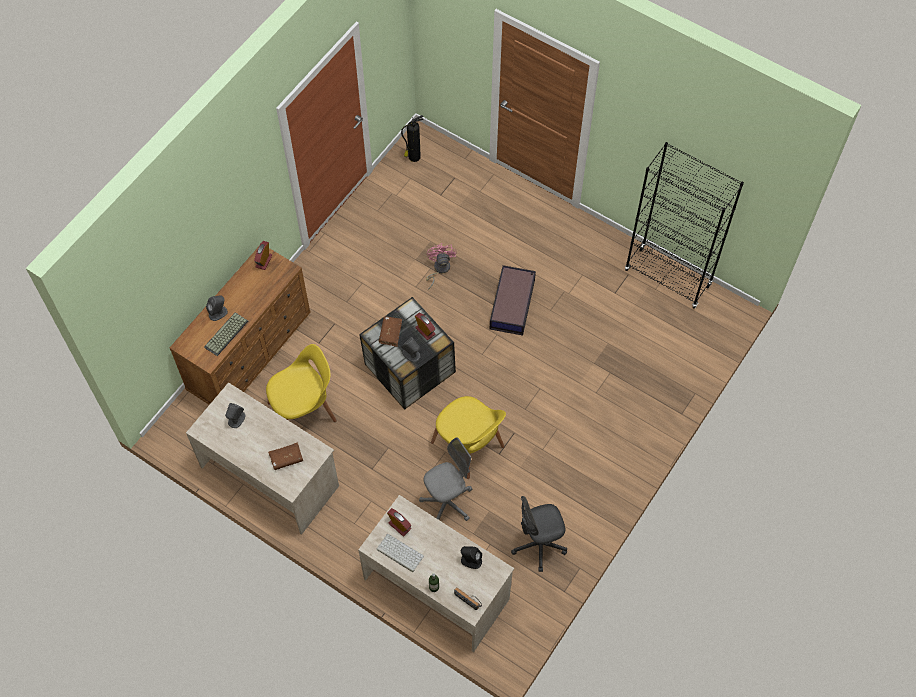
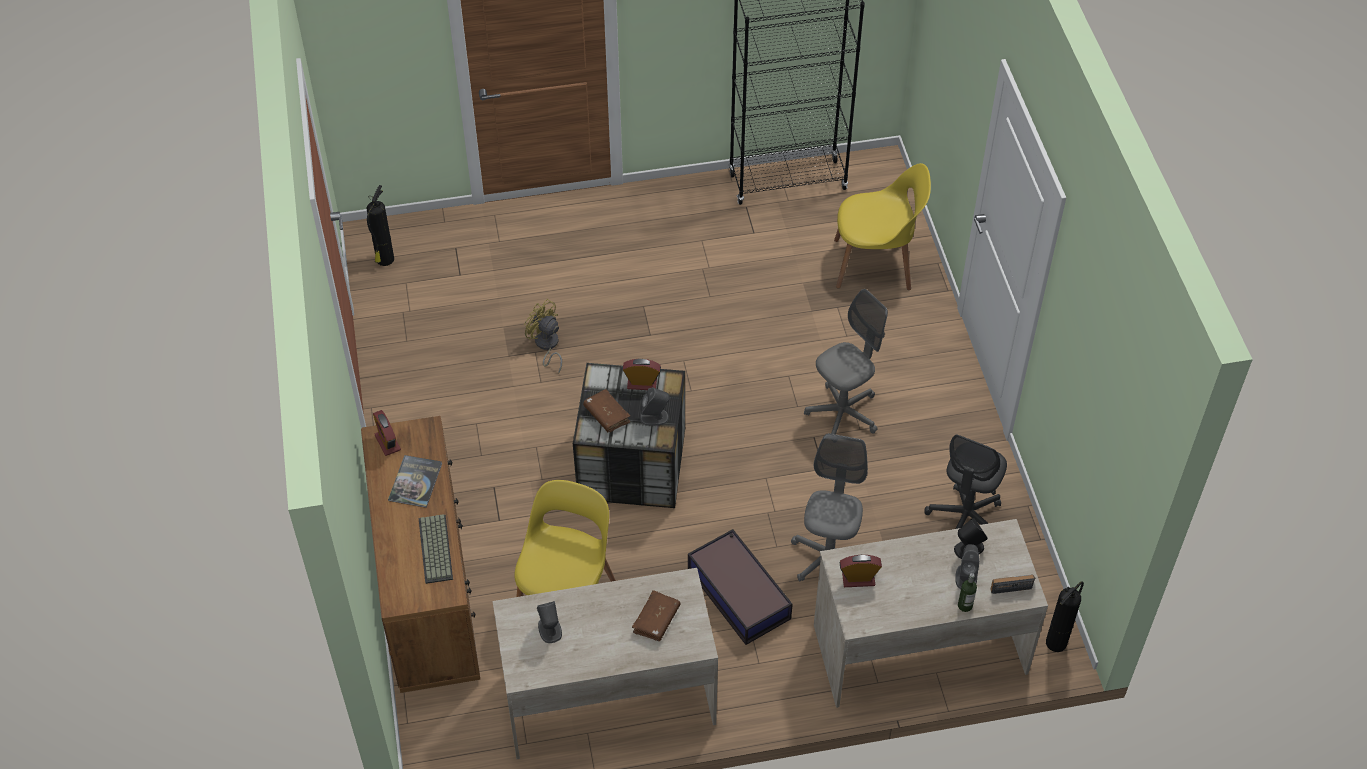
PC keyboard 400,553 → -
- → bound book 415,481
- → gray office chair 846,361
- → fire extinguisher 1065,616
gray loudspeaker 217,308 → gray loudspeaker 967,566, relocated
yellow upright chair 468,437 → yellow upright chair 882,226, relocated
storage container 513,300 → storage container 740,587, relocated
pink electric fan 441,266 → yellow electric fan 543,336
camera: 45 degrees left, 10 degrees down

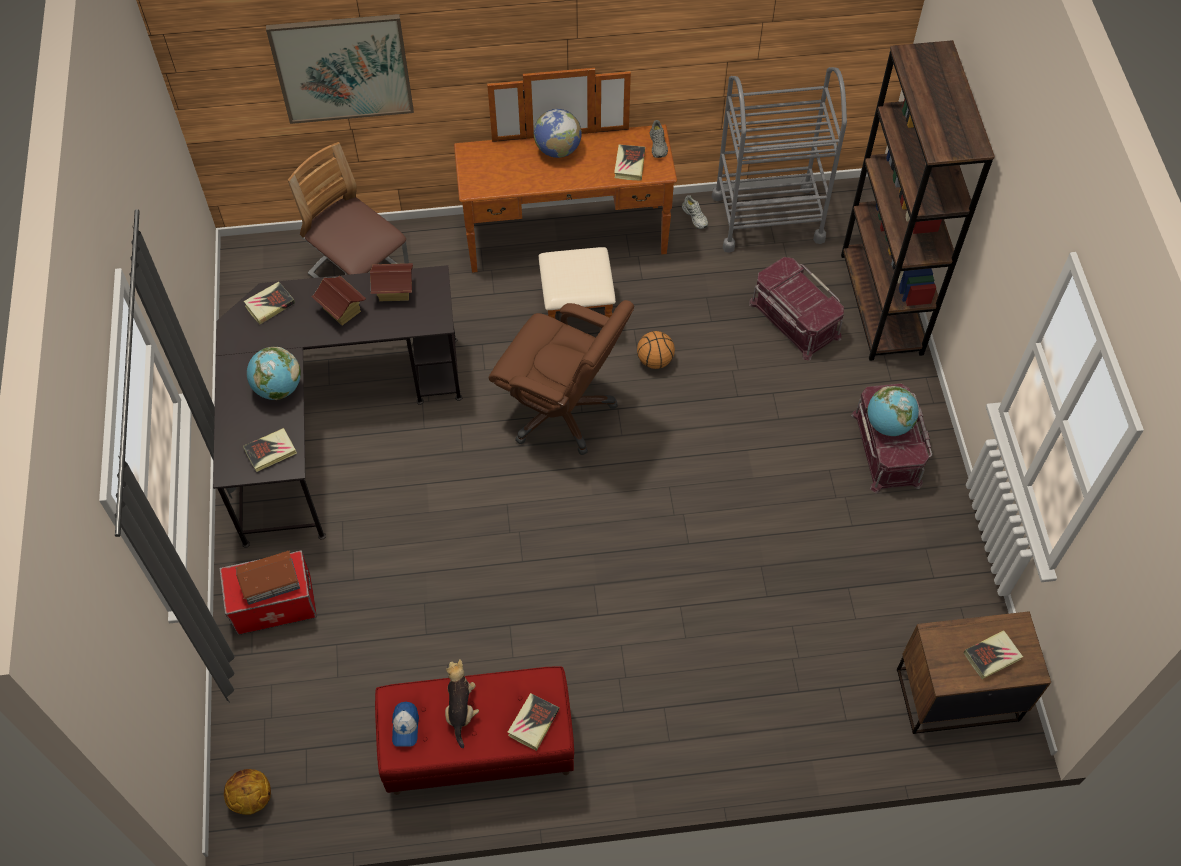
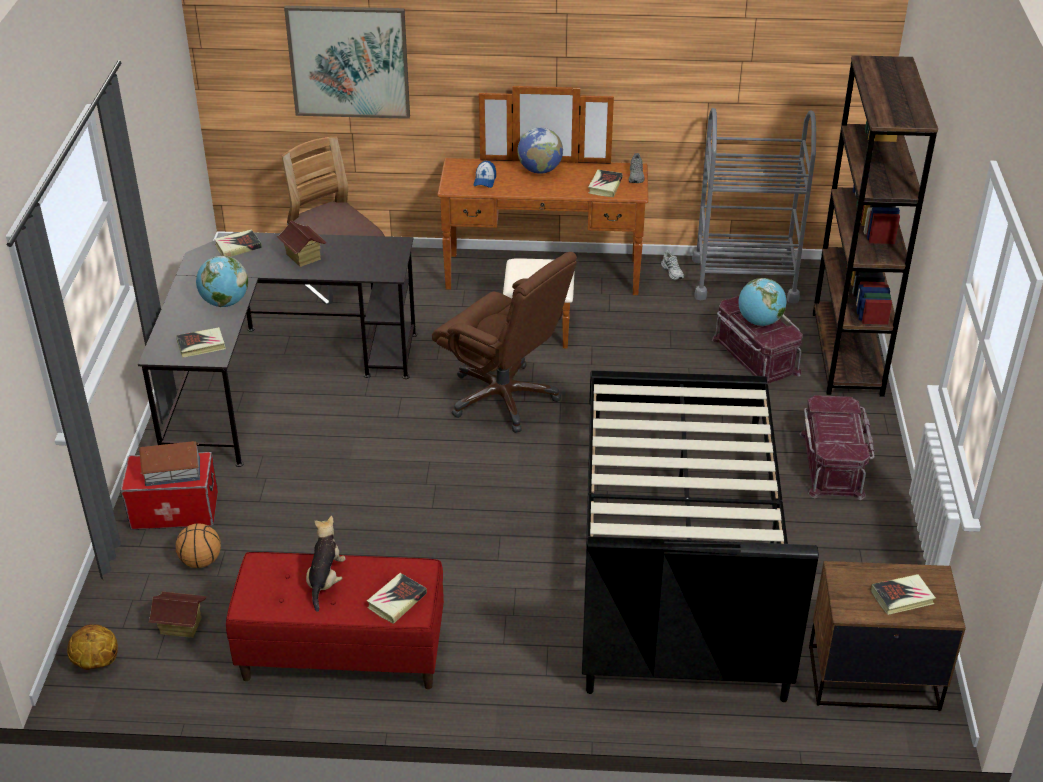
- → black-coloured bedroom bed 700,536
toy house 391,282 → toy house 177,615, relocated
peaked cap 405,724 → peaked cap 484,174, relocated
basketball ball 656,350 → basketball ball 198,546, relocated
globe 893,411 → globe 762,302, relocated
camera: 10 degrees right, 20 degrees down

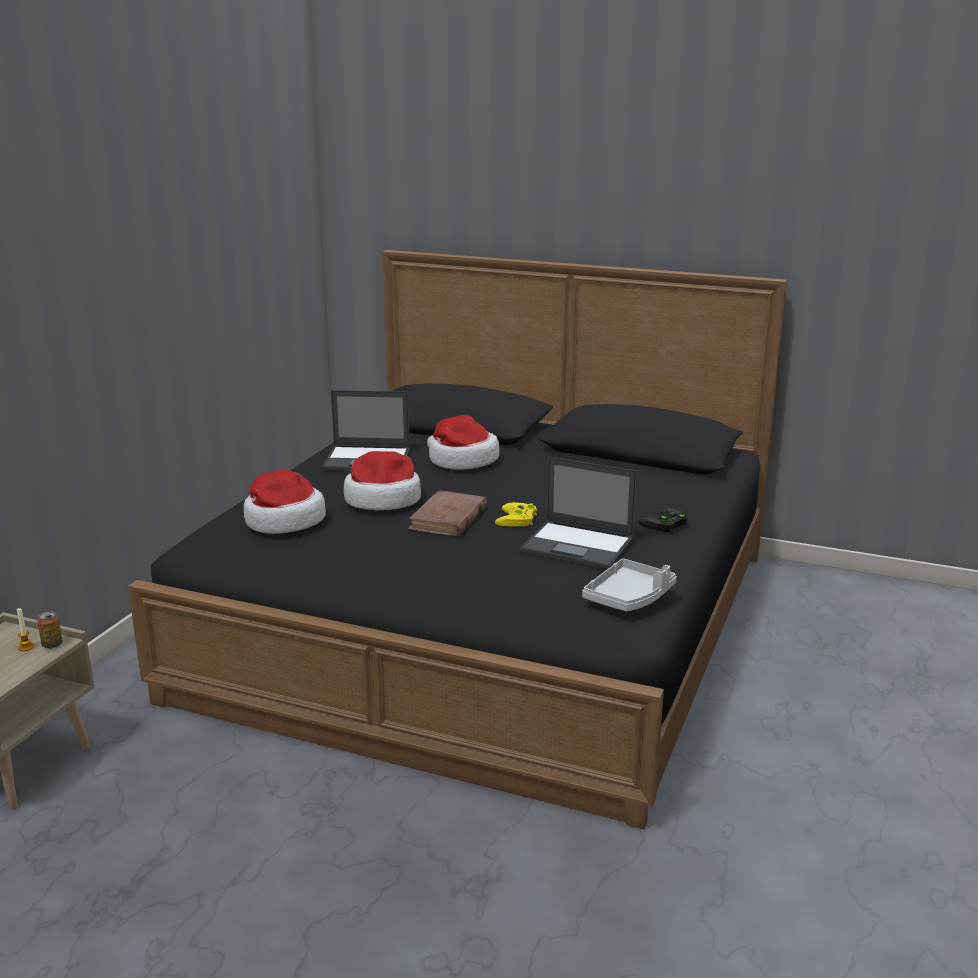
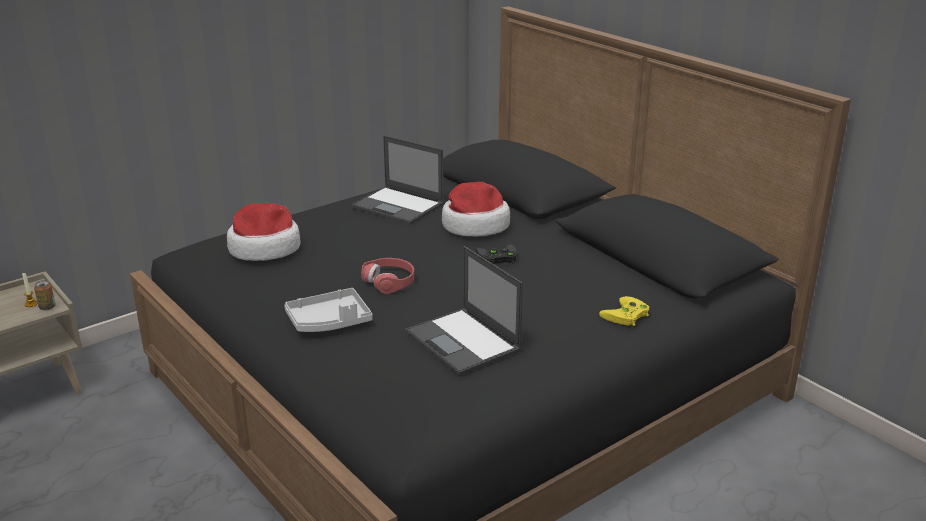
clothing hat 382,480 → -
yellow game controller 516,514 → yellow game controller 624,311, relocated
gray tray 629,585 → gray tray 328,310, relocated
black-coloured game controller 663,520 → black-coloured game controller 496,254, relocated
brown-coloured bound book 447,513 → reddish pair of headphones 387,276
camera: 30 degrees right, 5 degrees up

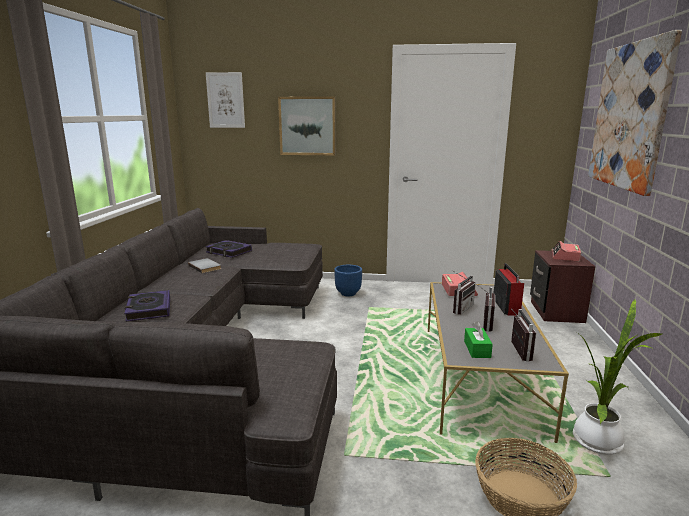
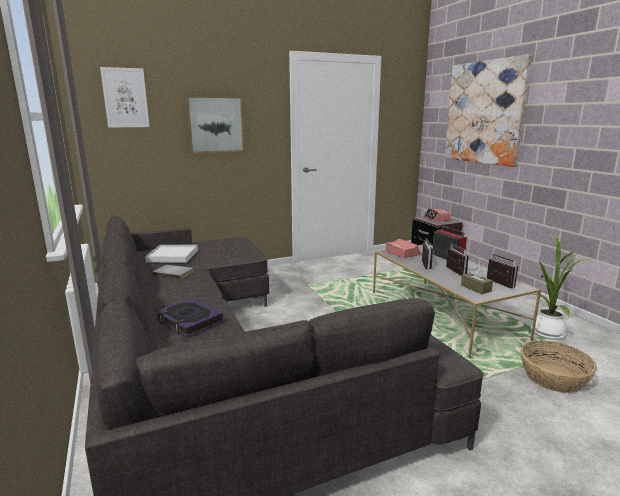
bluish flower pot 348,280 → -
bound book 229,249 → white tray 171,254
greenish box of tissues 478,339 → brown-coloured box of tissues 477,280
camera: 30 degrees left, 0 degrees up

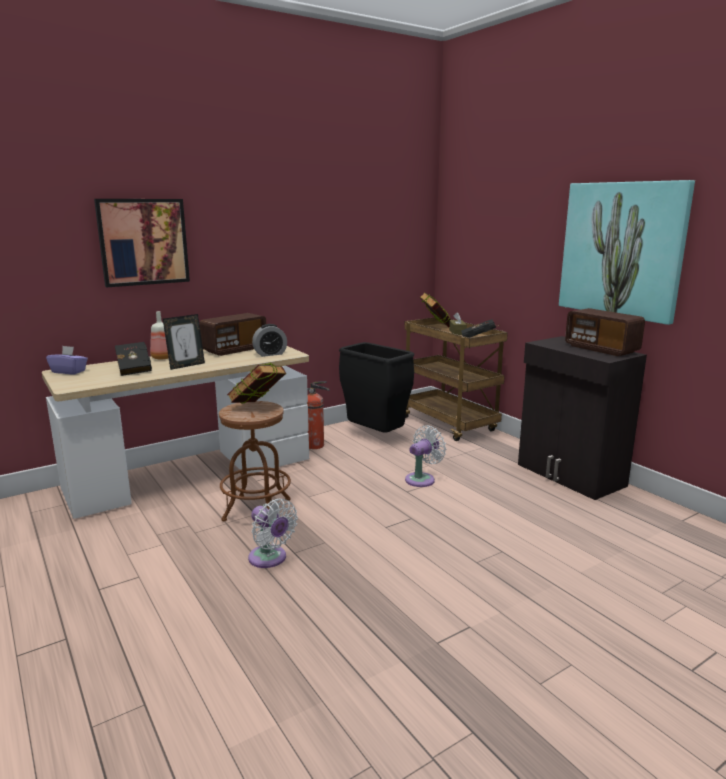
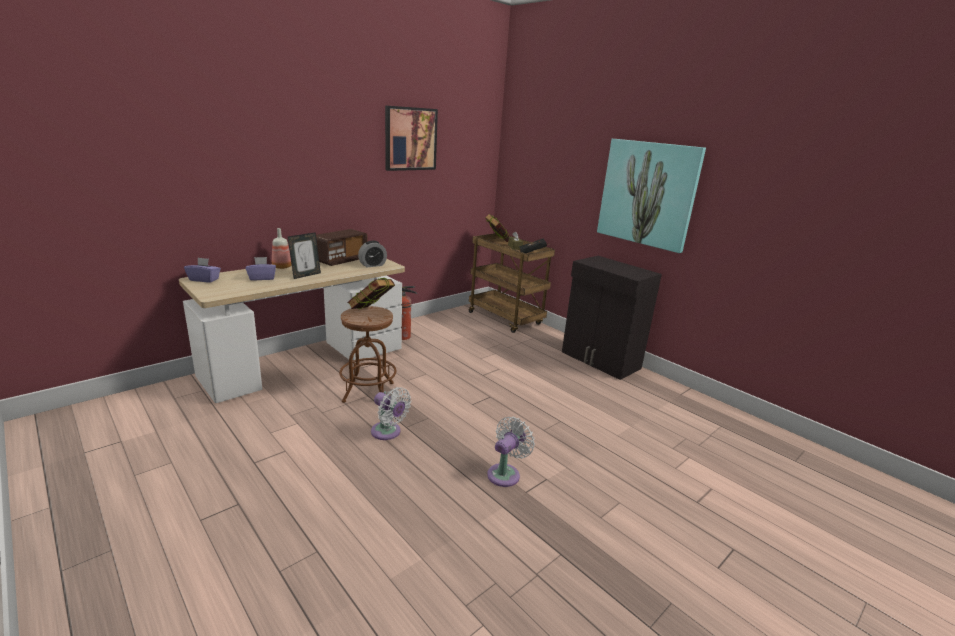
black-coloured waste bin 376,387 → -
radio 605,332 → -
wall picture 142,243 → wall picture 411,138, relocated
white electric fan 425,456 → white electric fan 511,452, relocated
black-coloured bound book 133,359 → purple box of tissues 260,269
camera: 10 degrees left, 5 degrees up

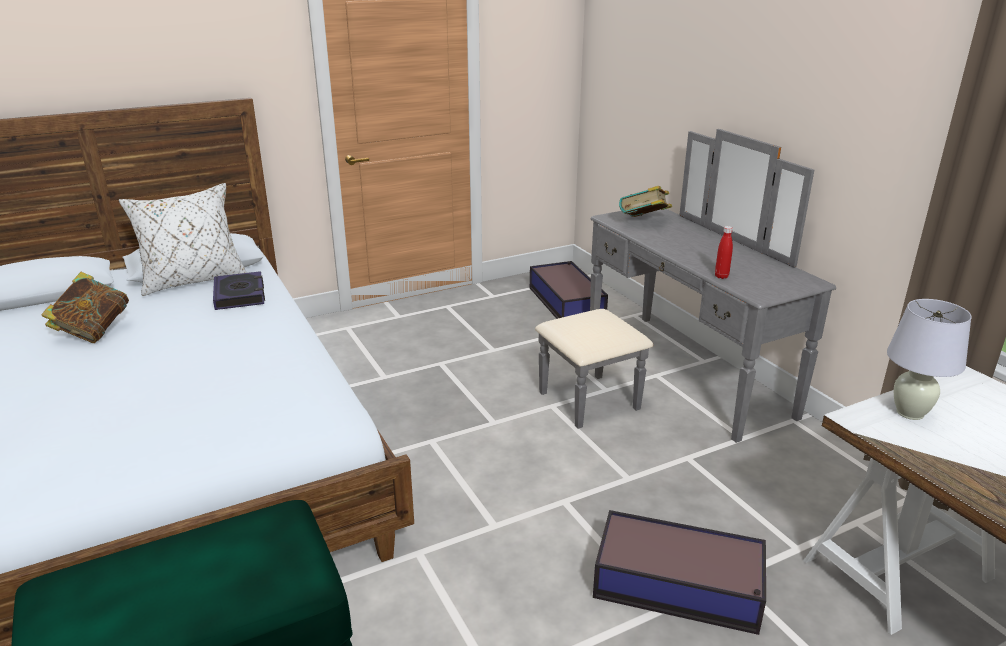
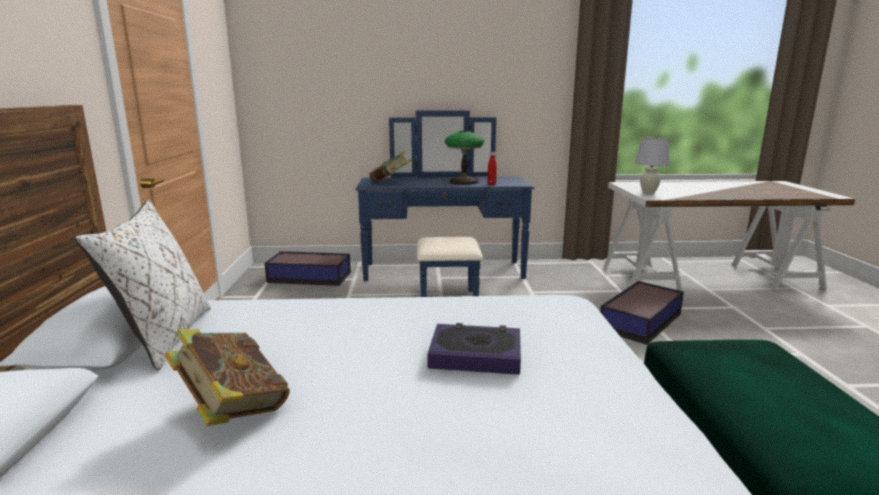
- → lamp for a table 464,158
bound book 239,290 → bound book 474,349, relocated
gray drawer chest 685,286 → bluish drawer chest 445,203
camera: 65 degrees left, 10 degrees down

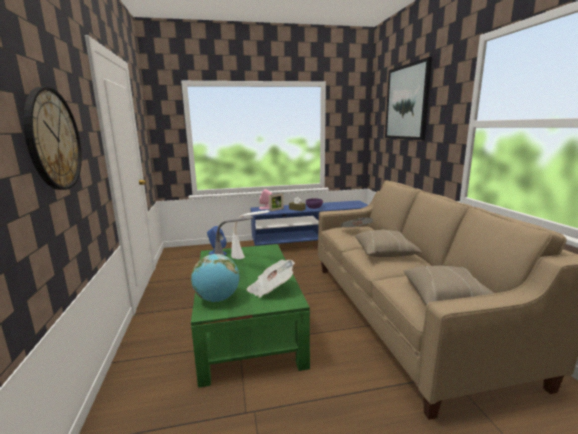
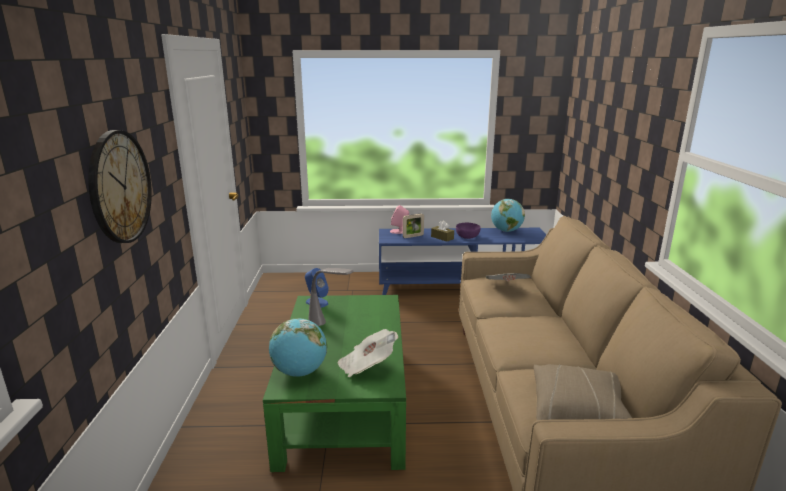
white lamp for a table 250,234 → -
sand-coloured pillow 388,243 → -
wall picture 408,98 → -
- → globe 508,215
camera: 10 degrees right, 5 degrees up

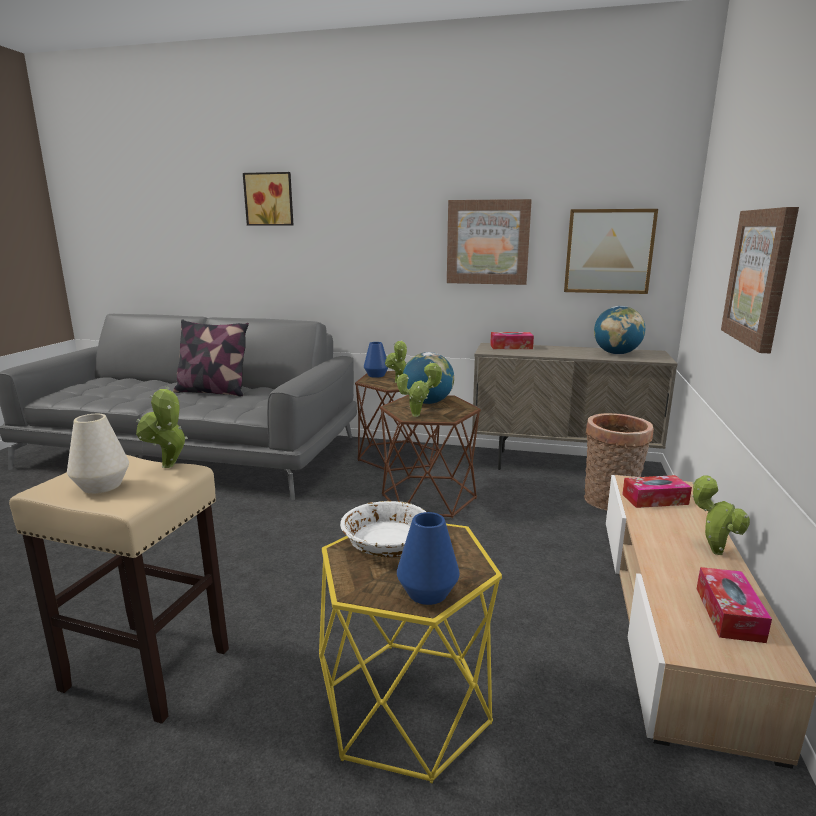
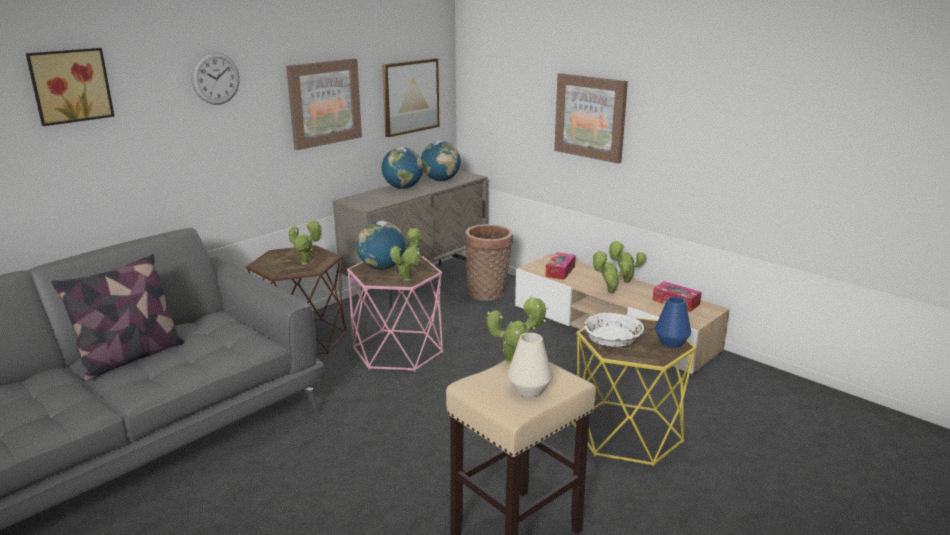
bluish flower vase 376,360 → -
box of tissues 512,340 → -
- → hanging clock 215,78
- → globe 402,168
- → potted plant 611,272
brown-coloured side table 430,456 → pink side table 395,314
camera: 60 degrees left, 5 degrees up

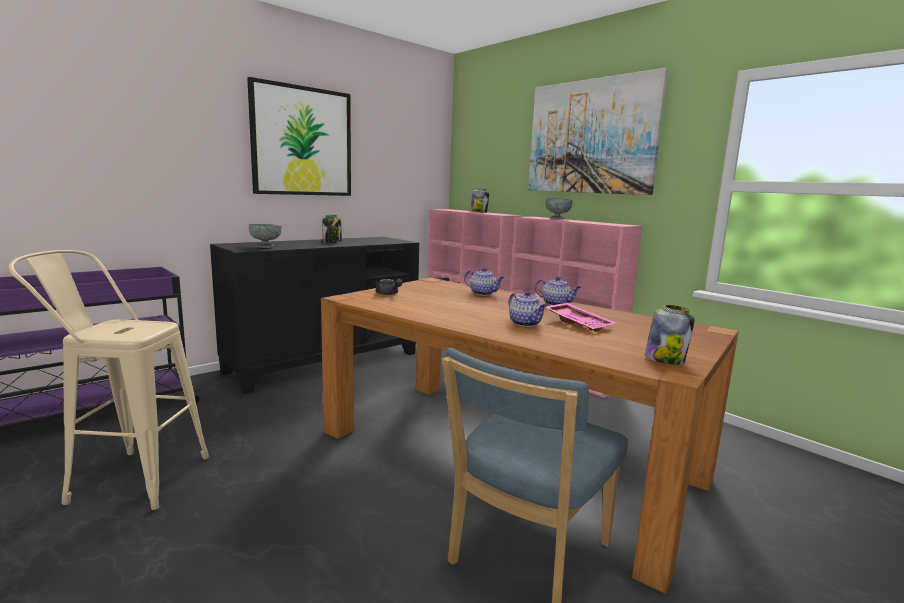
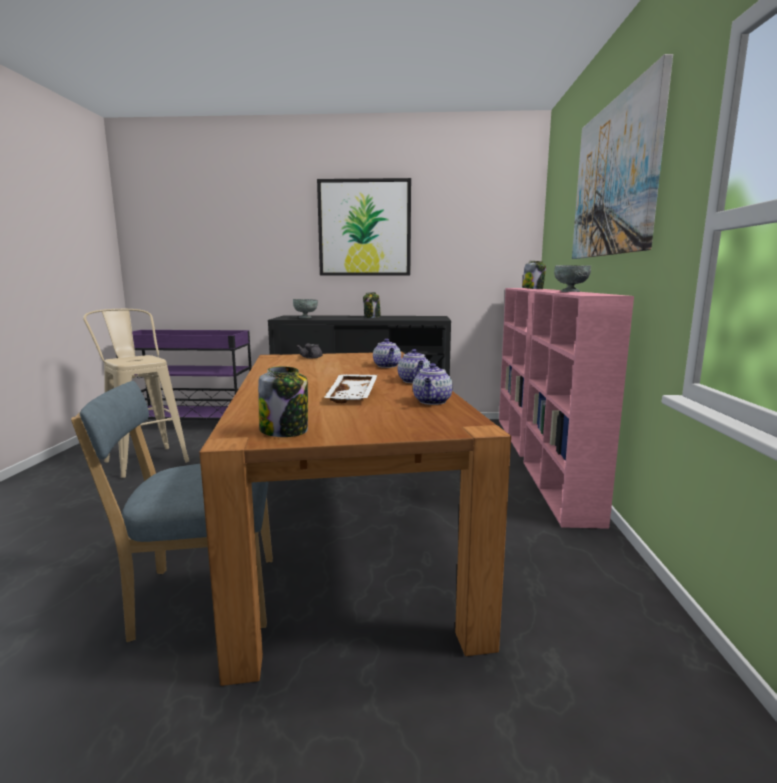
pot for tea 528,309 → pot for tea 433,384, relocated
pink tray 580,317 → white tray 350,388
camera: 45 degrees right, 0 degrees up

